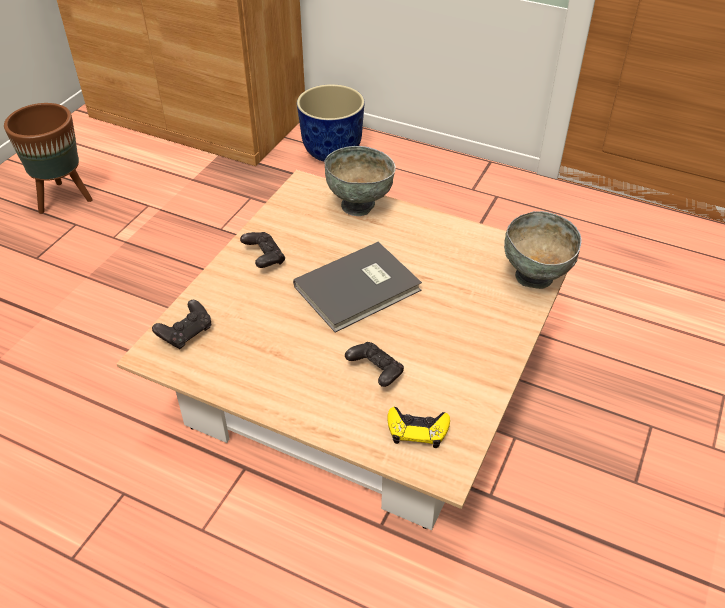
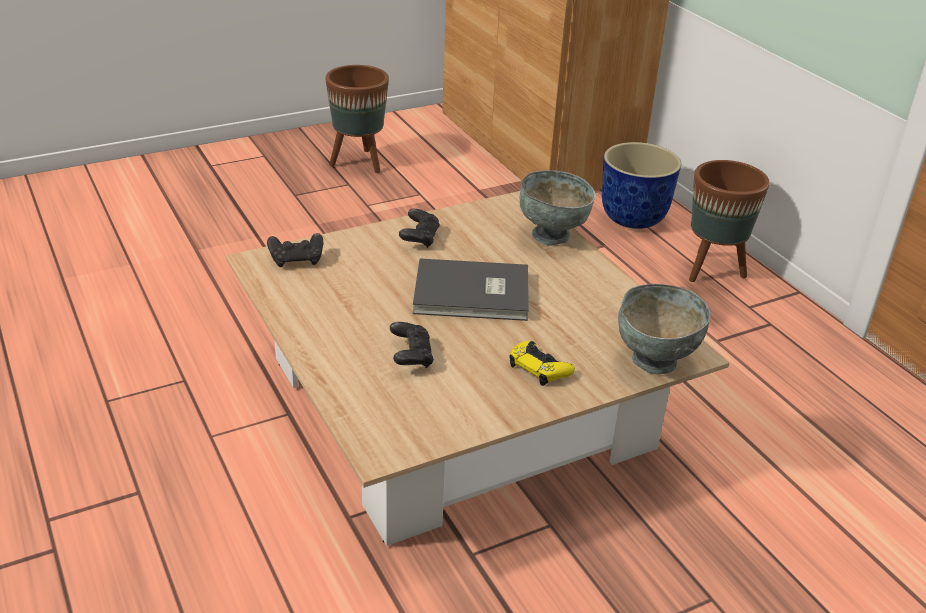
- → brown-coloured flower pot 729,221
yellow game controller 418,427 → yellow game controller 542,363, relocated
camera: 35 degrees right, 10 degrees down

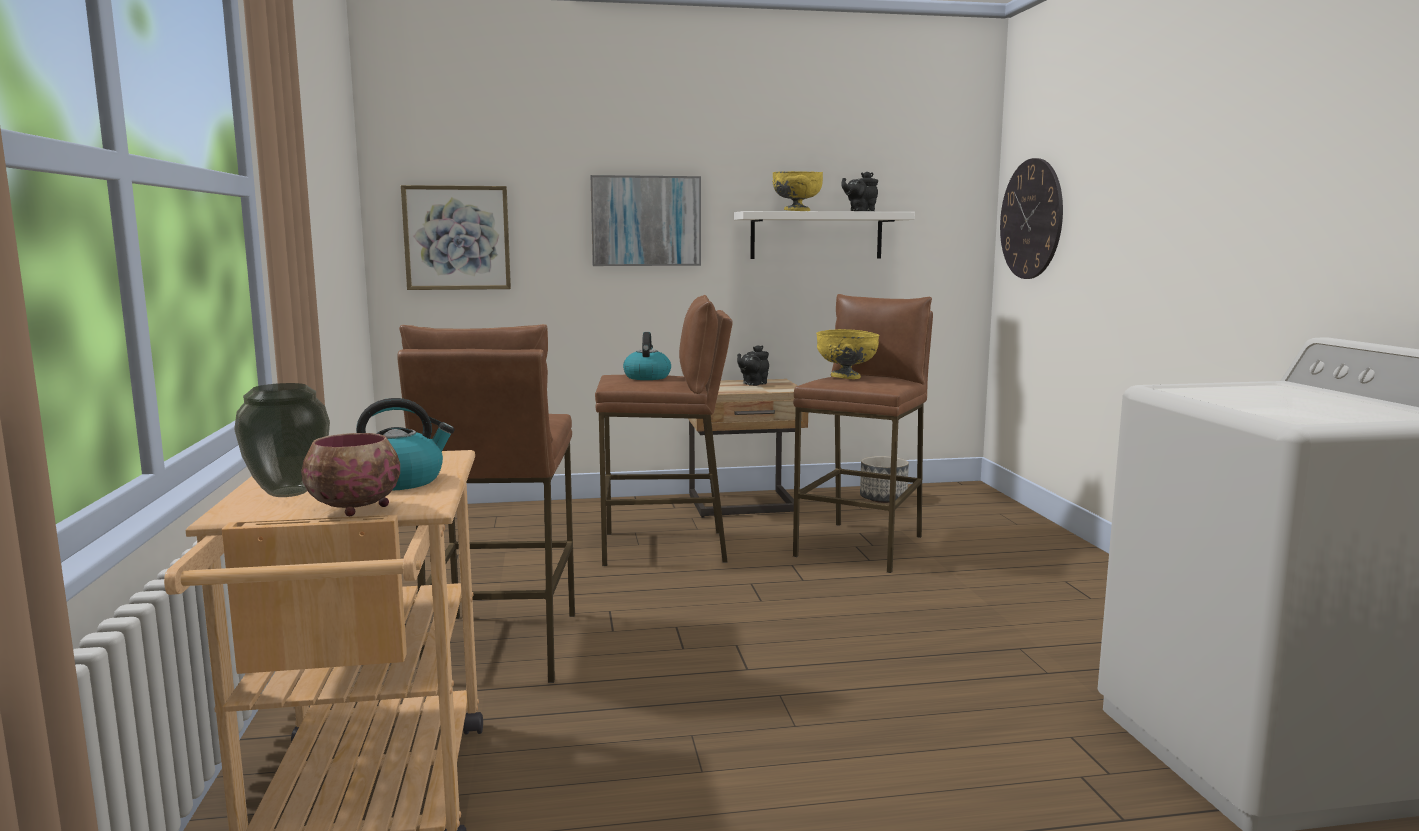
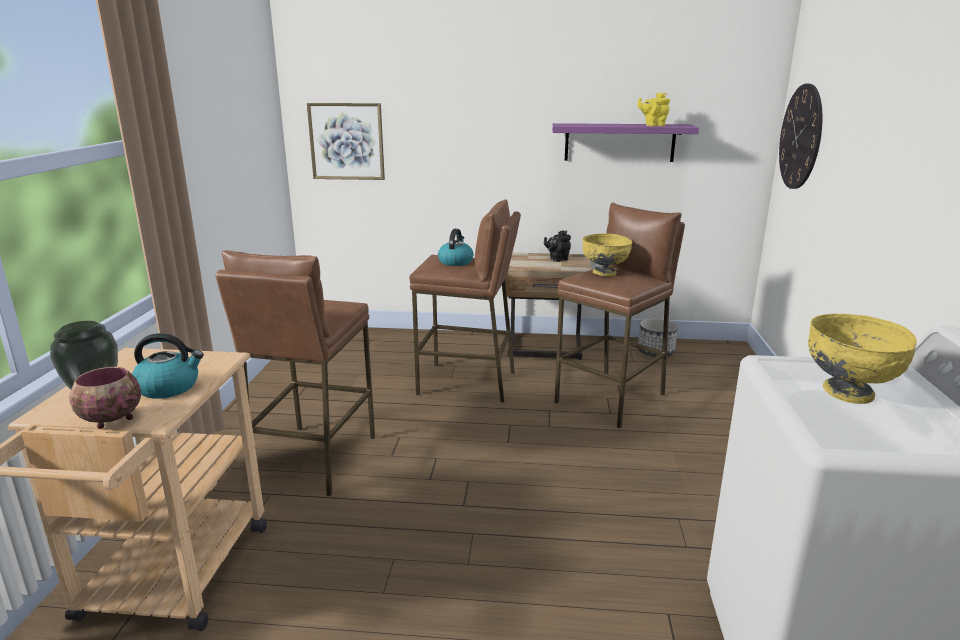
wall picture 646,220 → -
yellow deep dish 797,191 → yellow deep dish 862,359, relocated
white bracket shelf 824,235 → purple bracket shelf 625,142
black-coloured pot for tea 859,191 → yellow pot for tea 653,109
camera: 15 degrees right, 10 degrees up

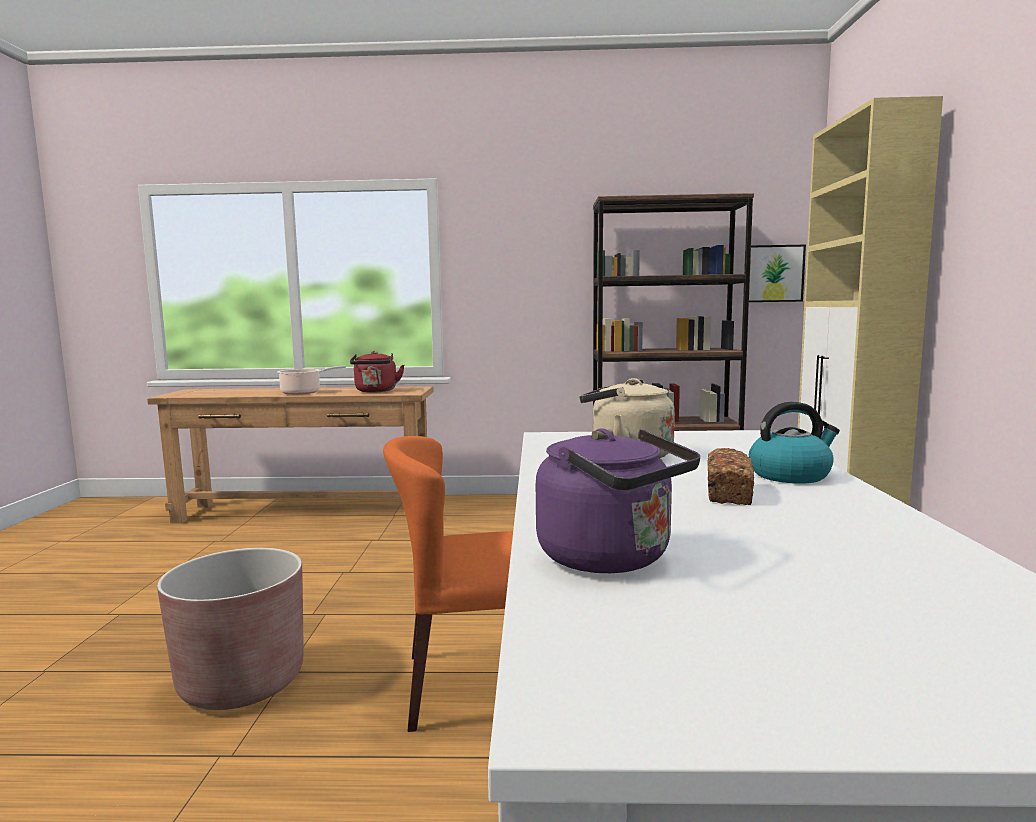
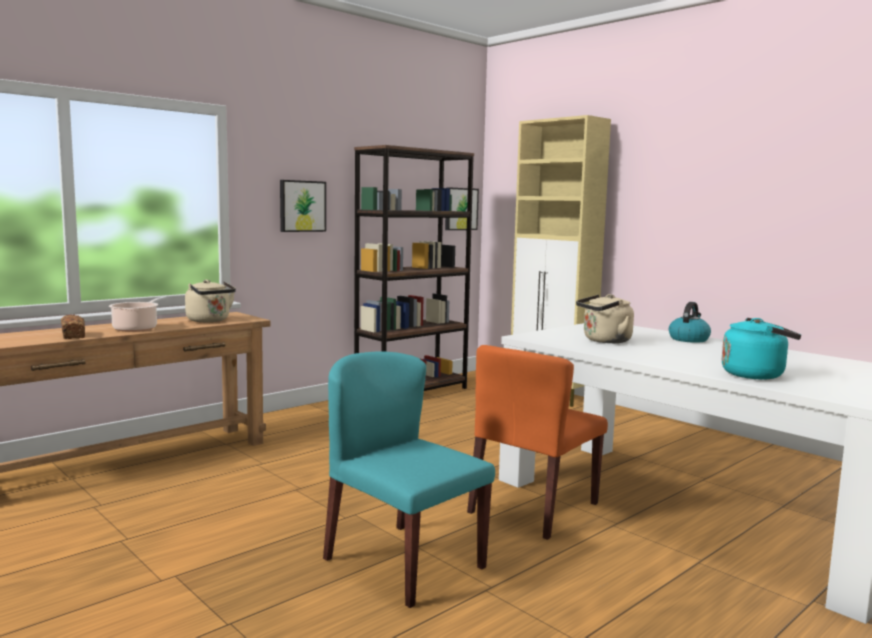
- → wall picture 303,206
bread 730,476 → bread 73,327, relocated
brown-coloured flower pot 230,629 → blue-green upright chair 409,479
reddish kettle 377,372 → sand-coloured kettle 210,301
purple kettle 618,500 → blue-green kettle 761,349
camera: 45 degrees left, 0 degrees up

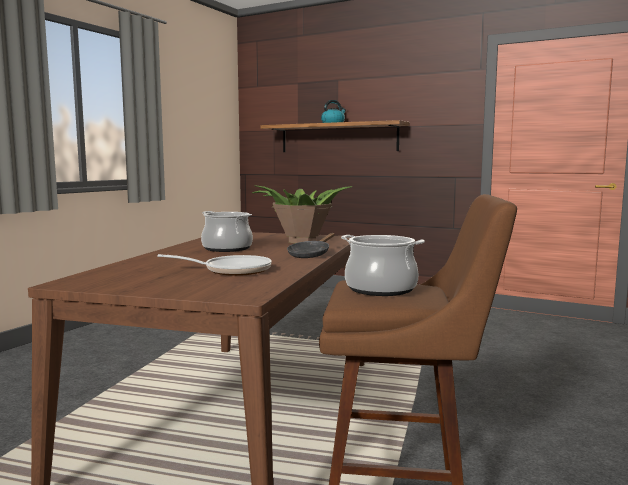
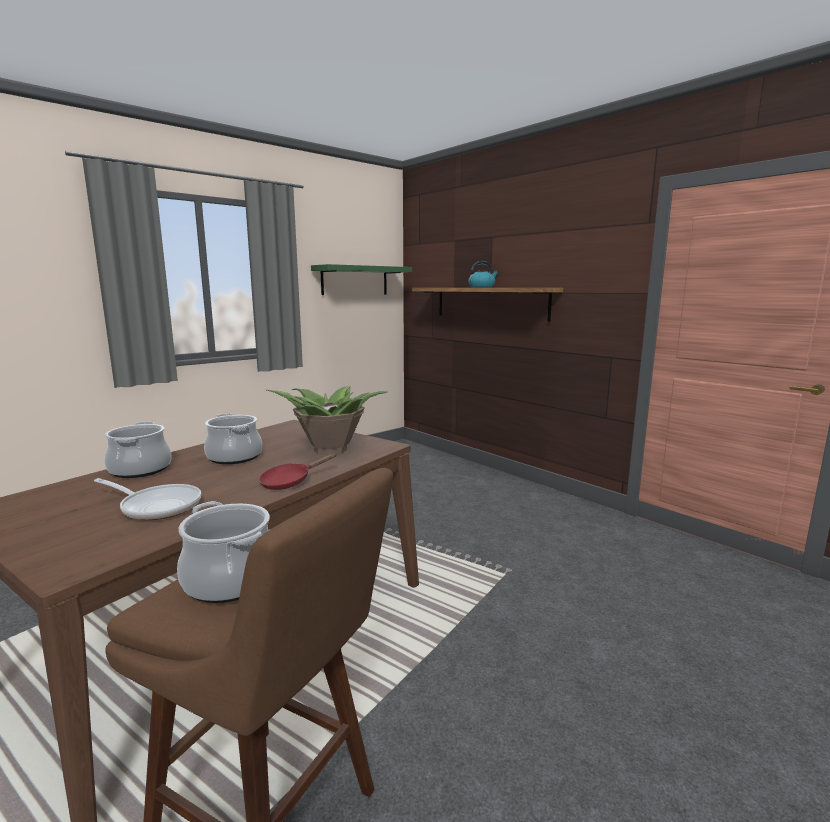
- → stockpot 138,449
- → greenish bracket shelf 361,279
black-coloured pan 311,245 → reddish pan 297,471
camera: 20 degrees right, 5 degrees up

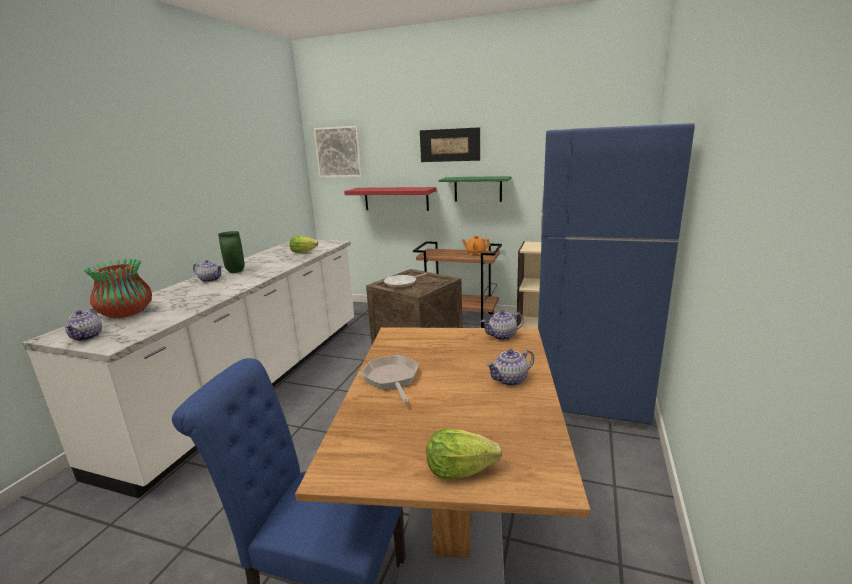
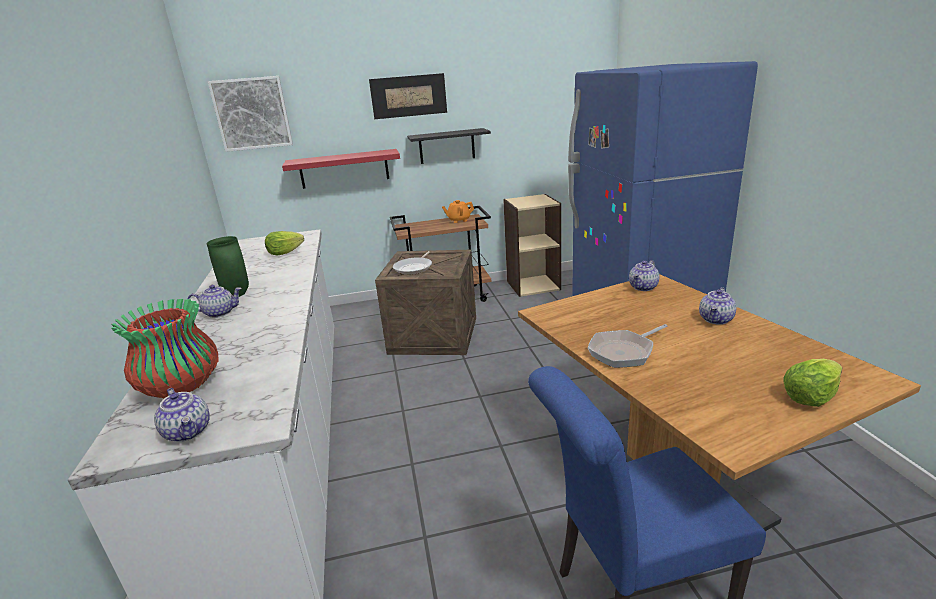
greenish bracket shelf 475,189 → black-coloured bracket shelf 449,146
pan 390,379 → pan 627,346, 75 degrees counterclockwise
camera: 30 degrees left, 5 degrees up

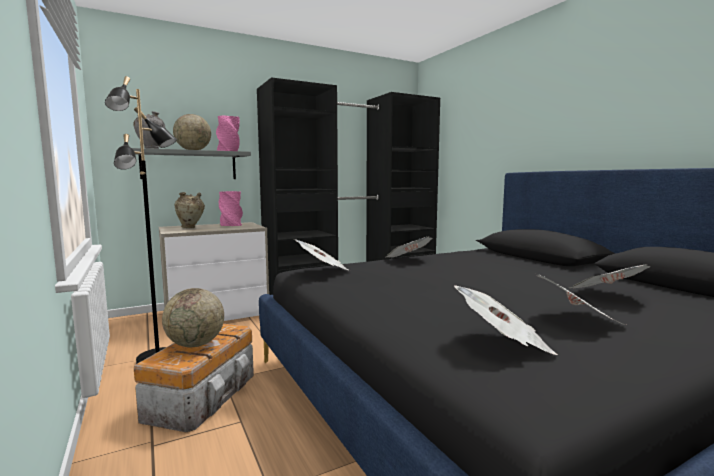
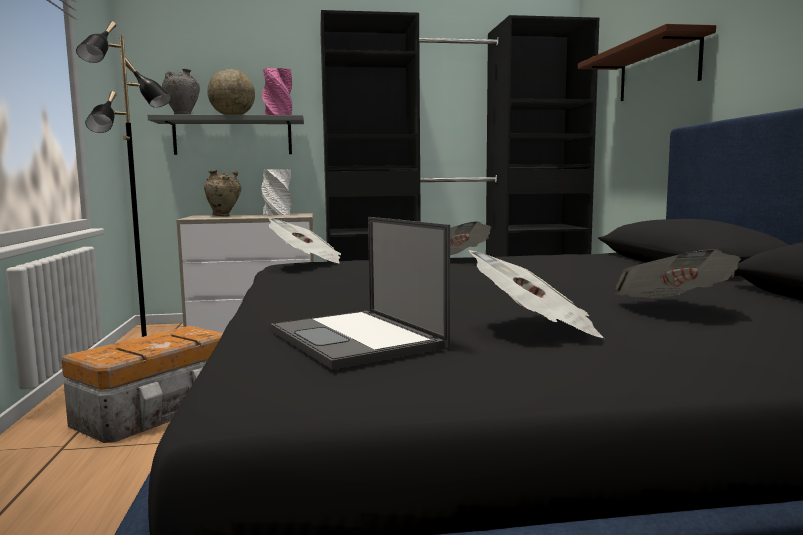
globe 193,317 → -
- → brown-coloured bracket shelf 647,62
printed paper 506,320 → notebook computer 360,293
pink flower vase 231,208 → white flower vase 277,192
camera: 20 degrees right, 0 degrees up

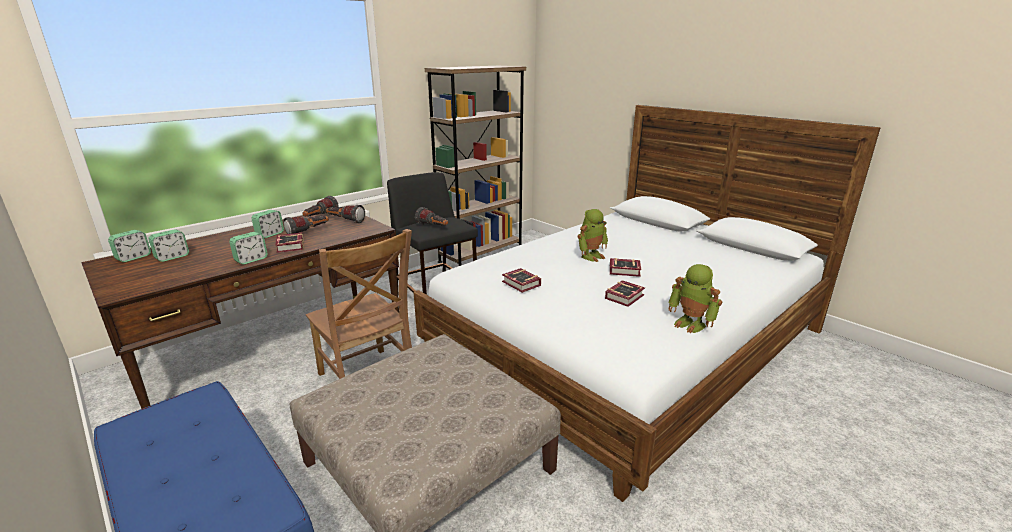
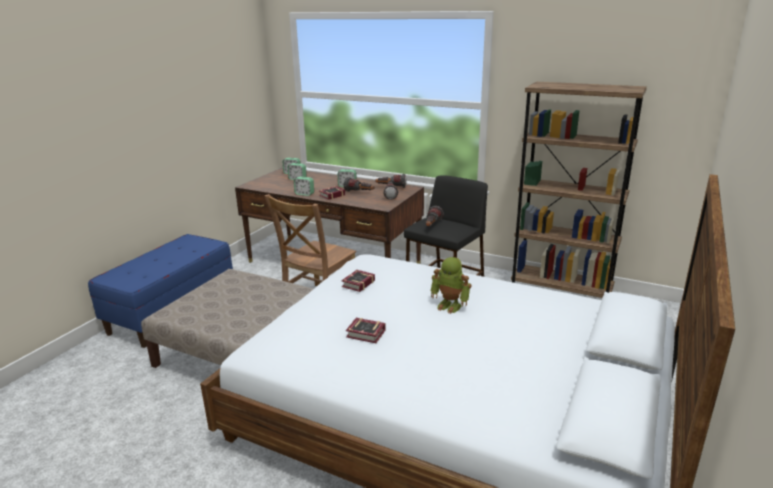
bound book 625,267 → -
toy robot 695,298 → -
camera: 70 degrees right, 0 degrees up

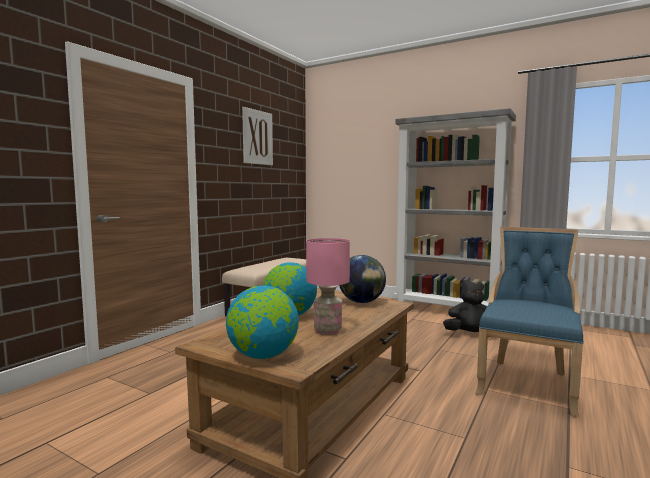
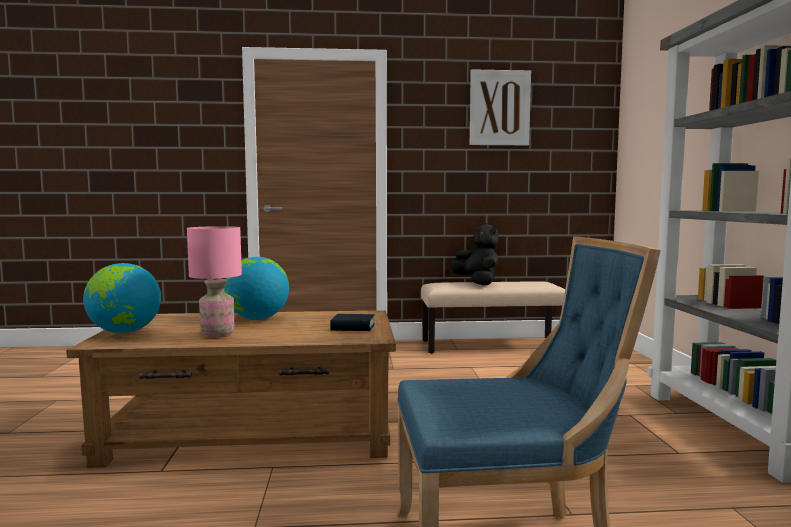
black-coloured cuddly toy 468,309 → black-coloured cuddly toy 474,254, relocated
globe 362,279 → bound book 352,322
camera: 55 degrees right, 0 degrees up

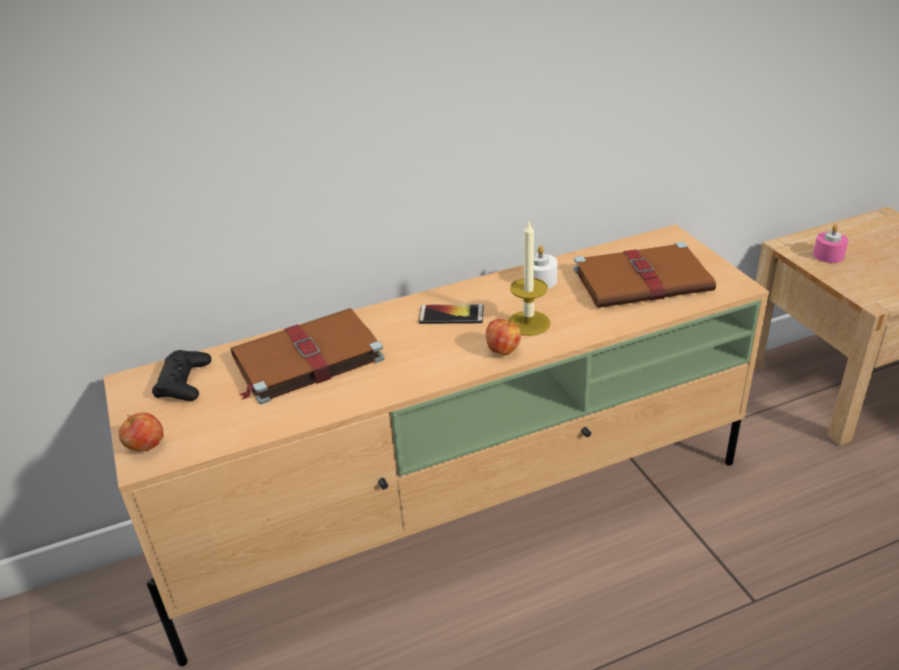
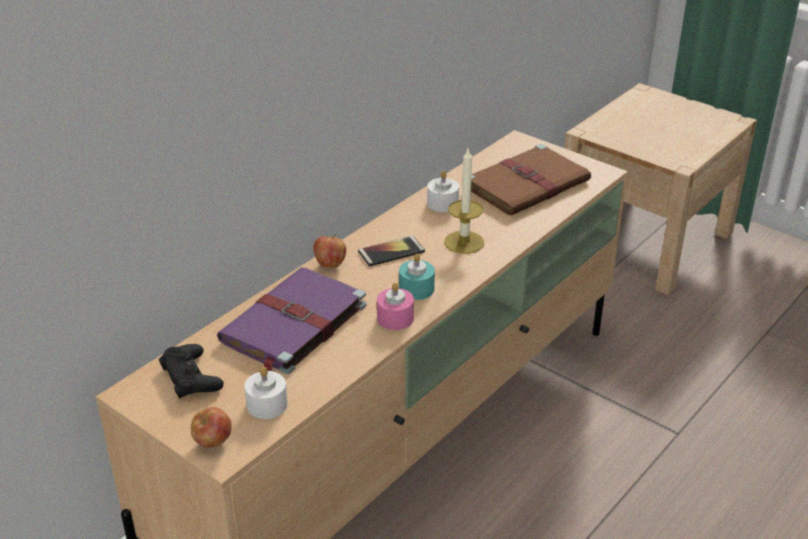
- → white candle 266,393
- → blue-green candle 417,277
apple fruit 503,337 → apple fruit 329,251, relocated
pink candle 830,243 → pink candle 395,306, relocated
brown-coloured bound book 308,356 → purple bound book 292,321
camera: 30 degrees left, 0 degrees up

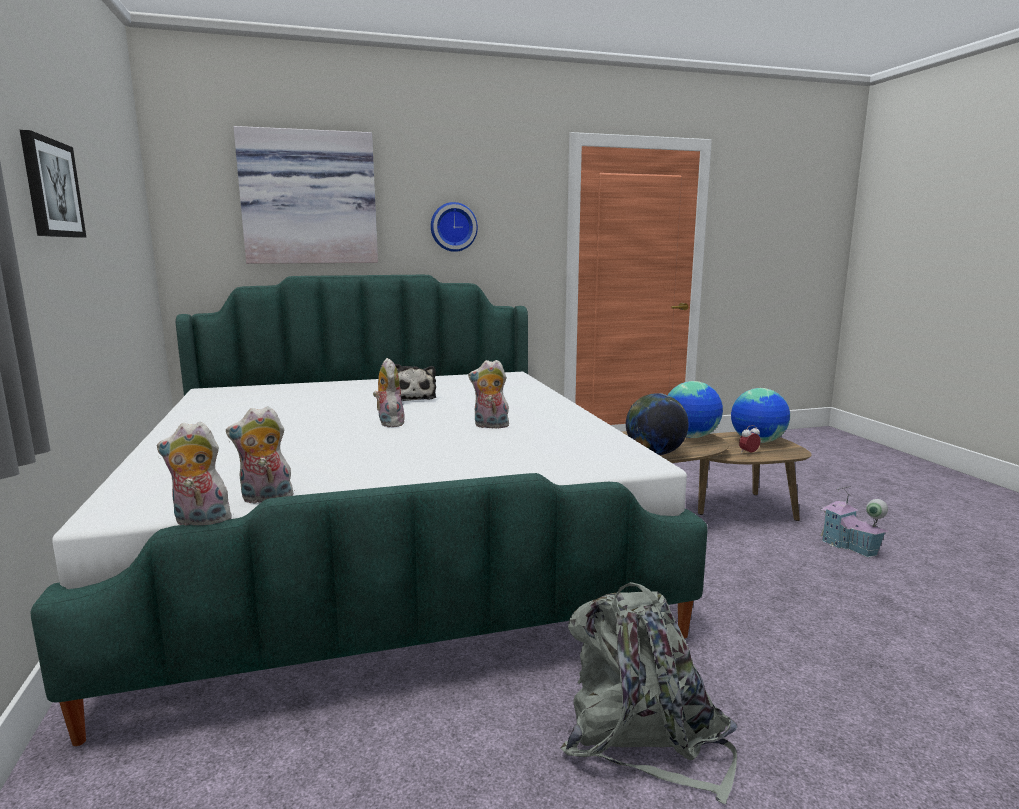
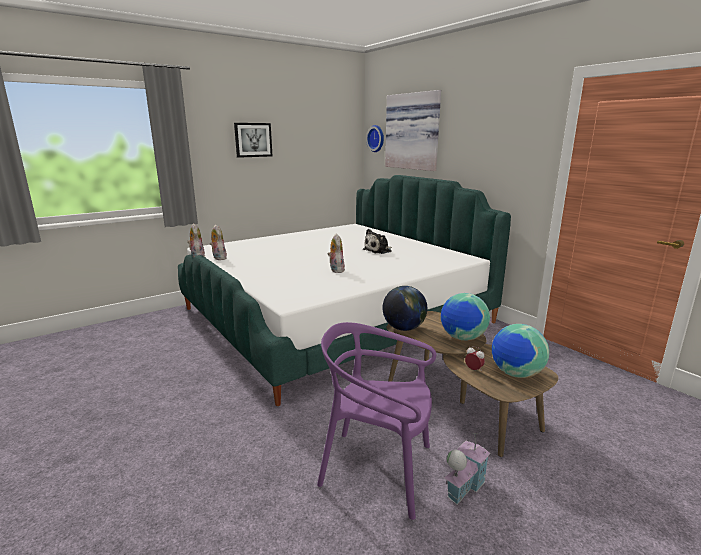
cuddly toy 388,392 → -
gray backpack 648,693 → -
- → purple upright chair 376,421
hanging clock 454,227 → hanging clock 375,138, relocated
camera: 70 degrees right, 5 degrees up

